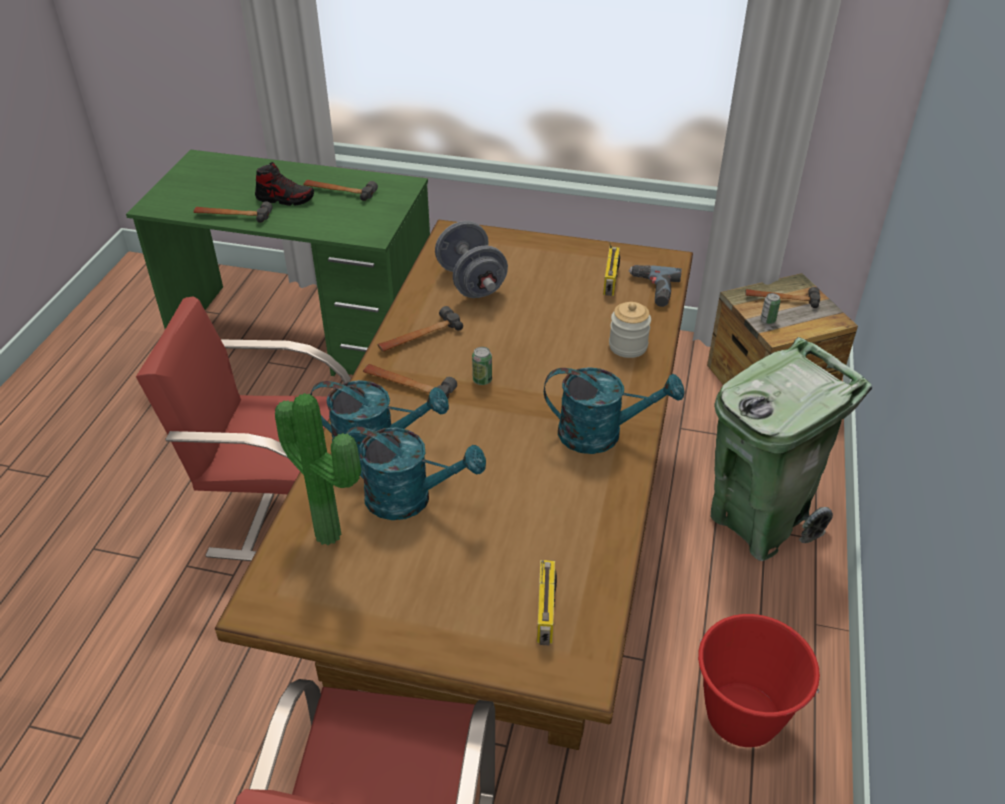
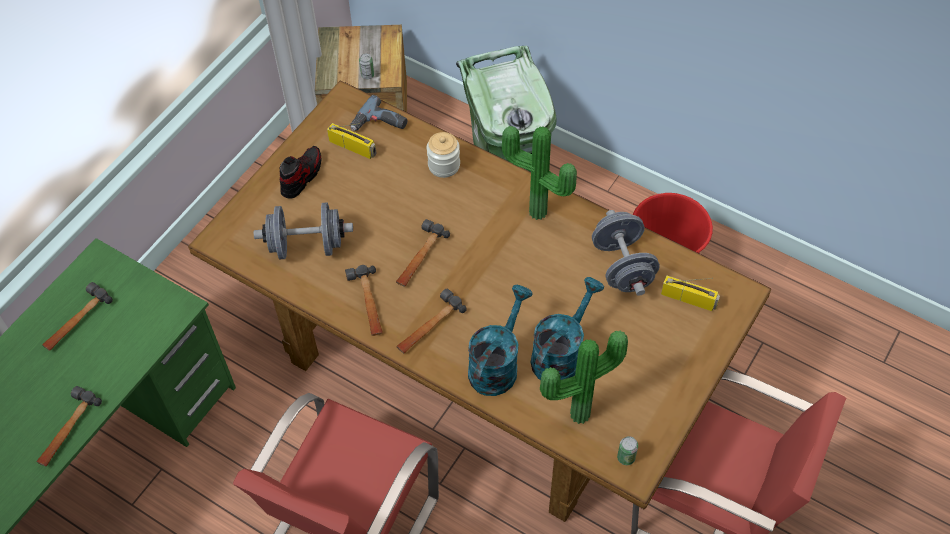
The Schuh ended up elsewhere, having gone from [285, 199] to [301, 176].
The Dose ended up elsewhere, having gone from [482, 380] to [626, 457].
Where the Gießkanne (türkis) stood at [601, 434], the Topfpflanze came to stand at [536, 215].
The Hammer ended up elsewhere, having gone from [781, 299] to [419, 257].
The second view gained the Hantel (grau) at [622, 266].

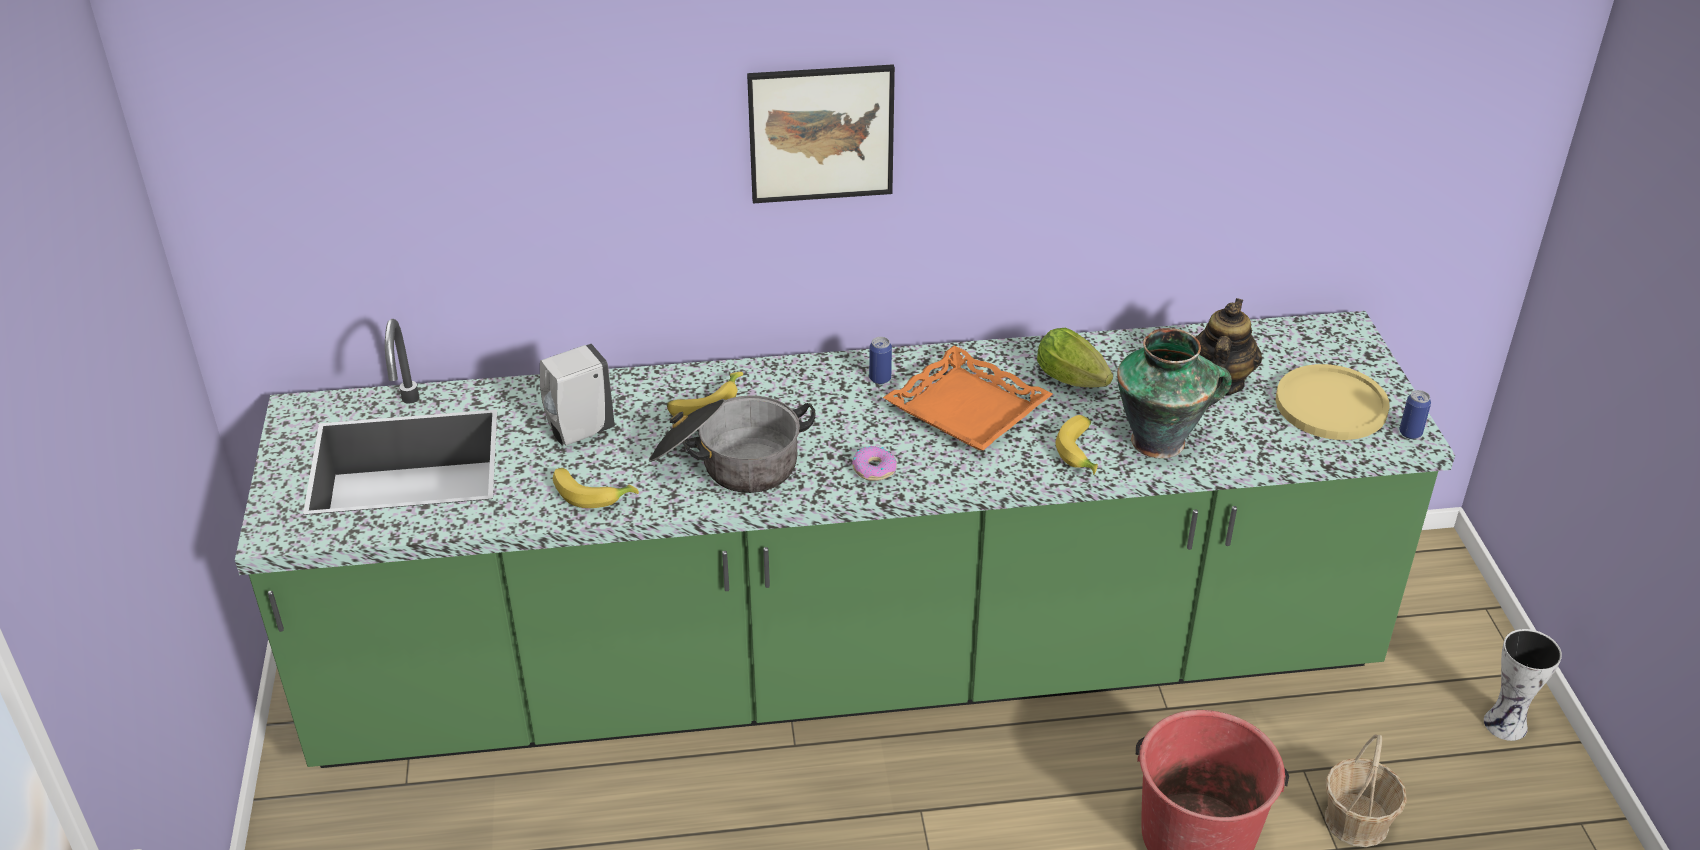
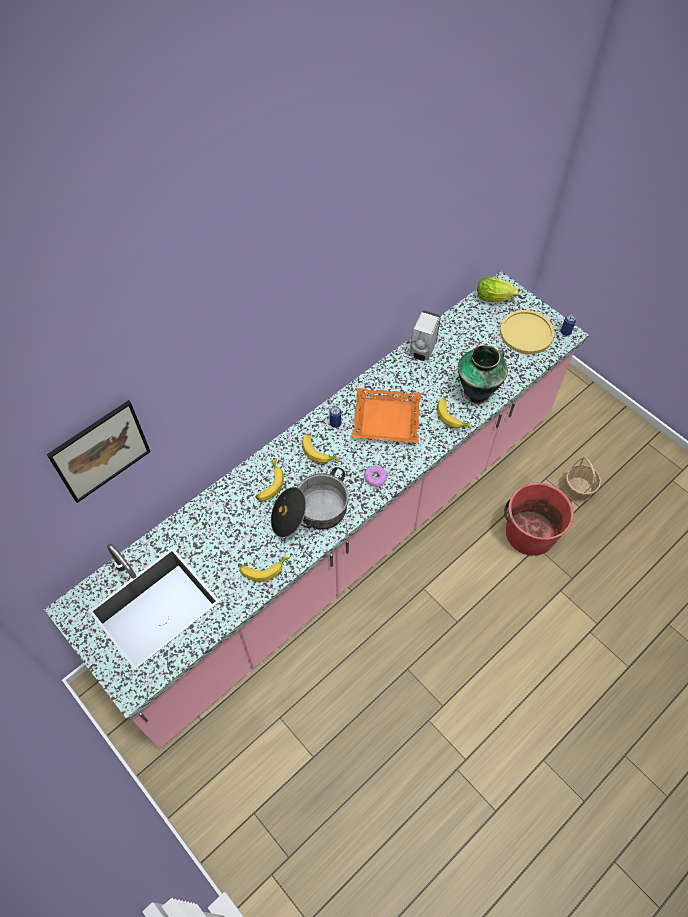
What was the Küchenzeile (grün) at [850, 667] turned into the Küchenzeile (rosa) at [344, 538].
The Seifenspender (weiß) ended up elsewhere, having gone from [578, 432] to [422, 351].
The Bild ended up elsewhere, having gone from [821, 133] to [100, 451].
The Salatkopf ended up elsewhere, having gone from [1075, 382] to [496, 298].
The second view lost the Teekanne at [1219, 382].
The second view lost the Vase at [1507, 725].
The second view gained the Banane at [319, 451].

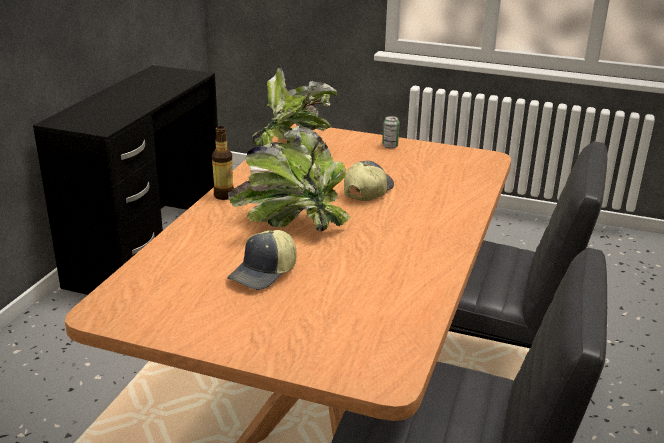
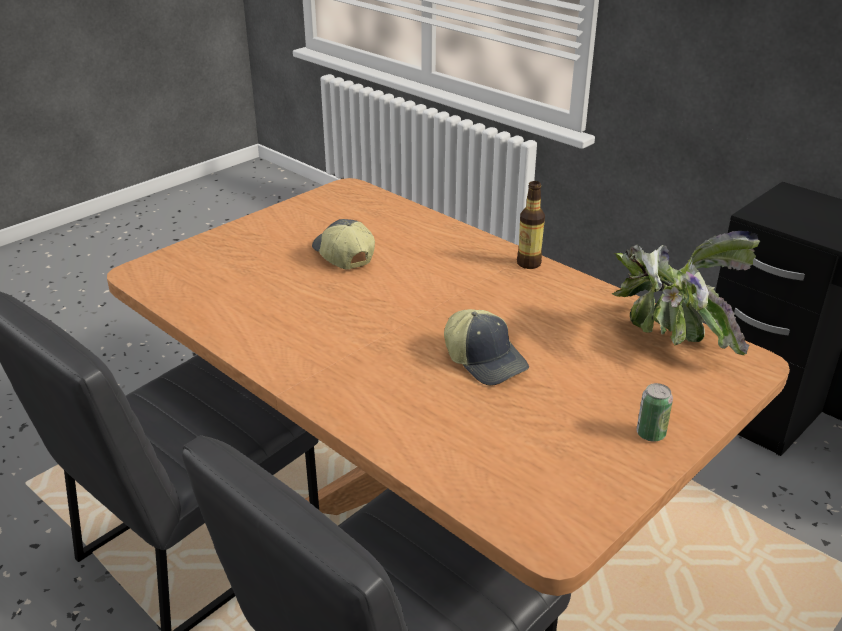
The second view lost the Topfpflanze at [291, 223].

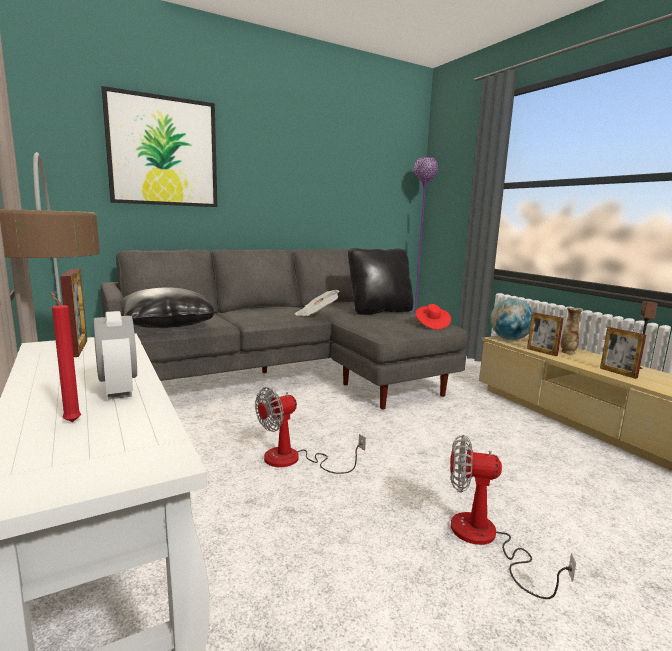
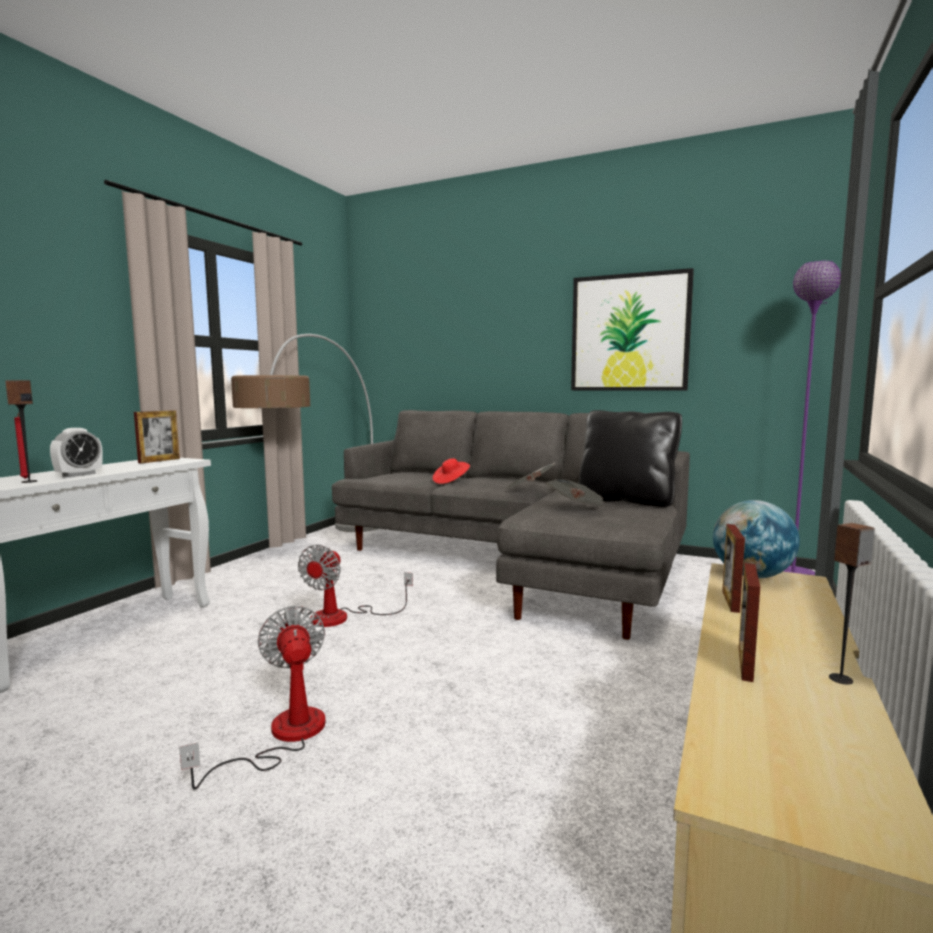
The Bild ended up elsewhere, having gone from [163, 152] to [629, 333].
The second view lost the Kissen (schwarz) at [167, 324].
The Ventilator at [294, 460] ended up facing another way, 90 degrees counterclockwise from before.
The Hut (rot) ended up elsewhere, having gone from [431, 325] to [451, 481].
The second view lost the Vase at [568, 352].
The second view gained the Lautsprecher at [29, 481].
The second view gained the Zeitung at [578, 509].

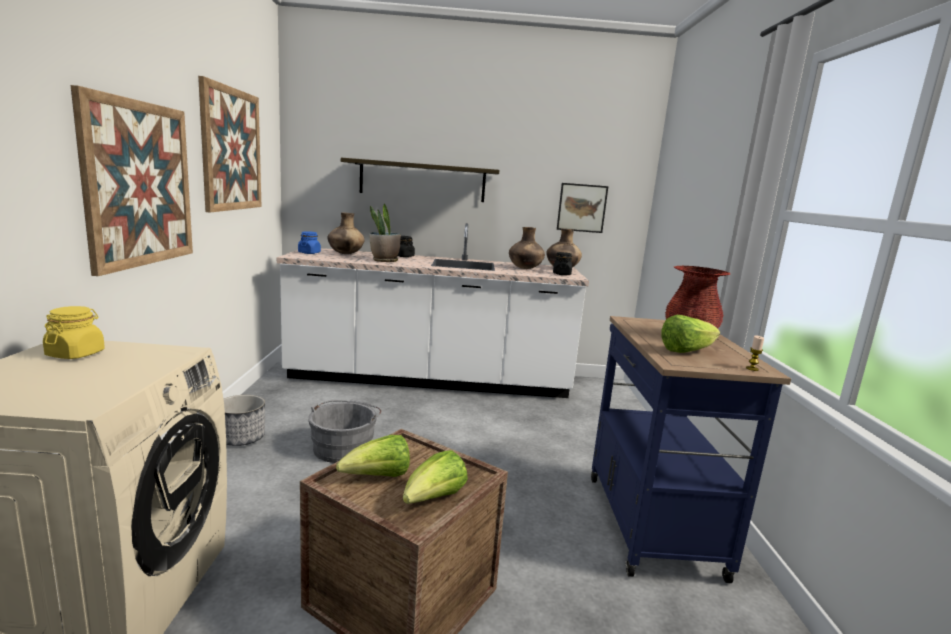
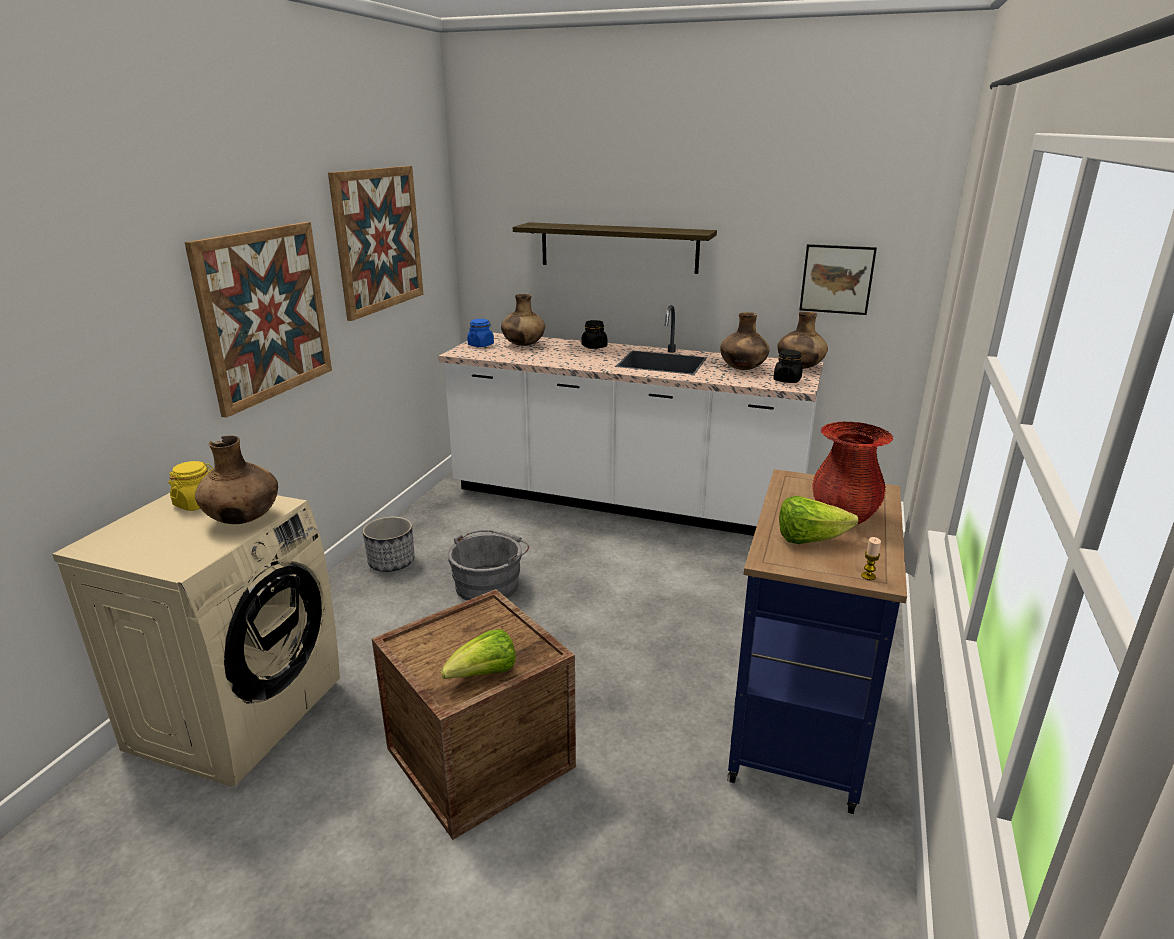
The second view lost the Salatkopf at [378, 477].
The second view lost the Topfpflanze at [384, 260].
The second view gained the Vase (braun) at [244, 519].

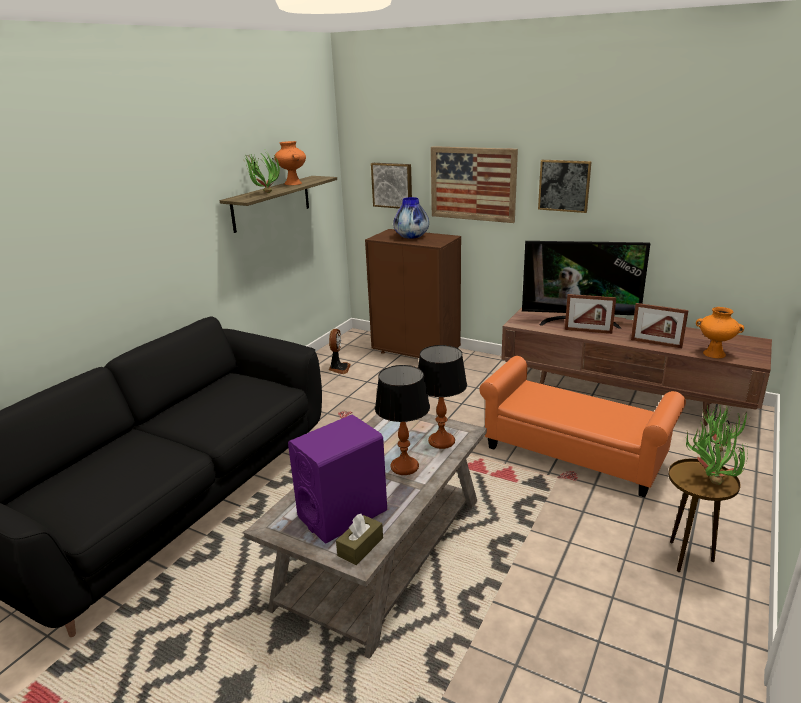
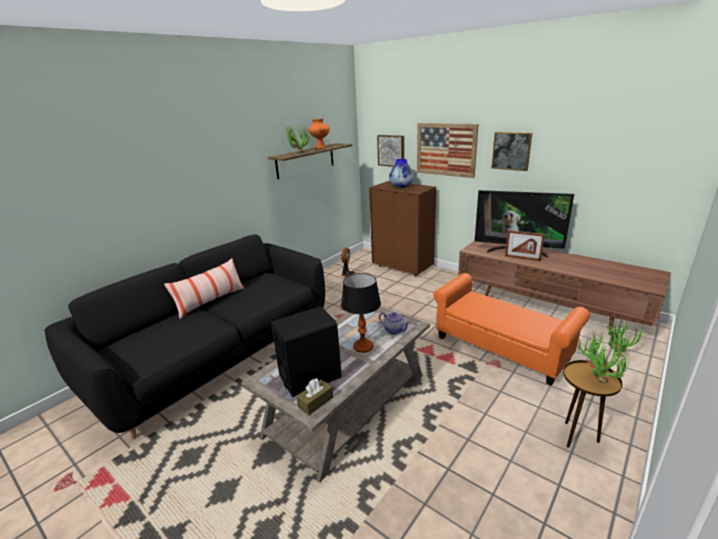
What was the Lautsprecher (lila) at [343, 514] turned into the Lautsprecher (schwarz) at [310, 376].
Where the Tischlampe stood at [442, 441], the Teekanne came to stand at [394, 330].
The second view lost the Bilderrahmen at [656, 343].
The second view lost the Vase (orange) at [714, 354].
The second view gained the Kissen at [211, 301].

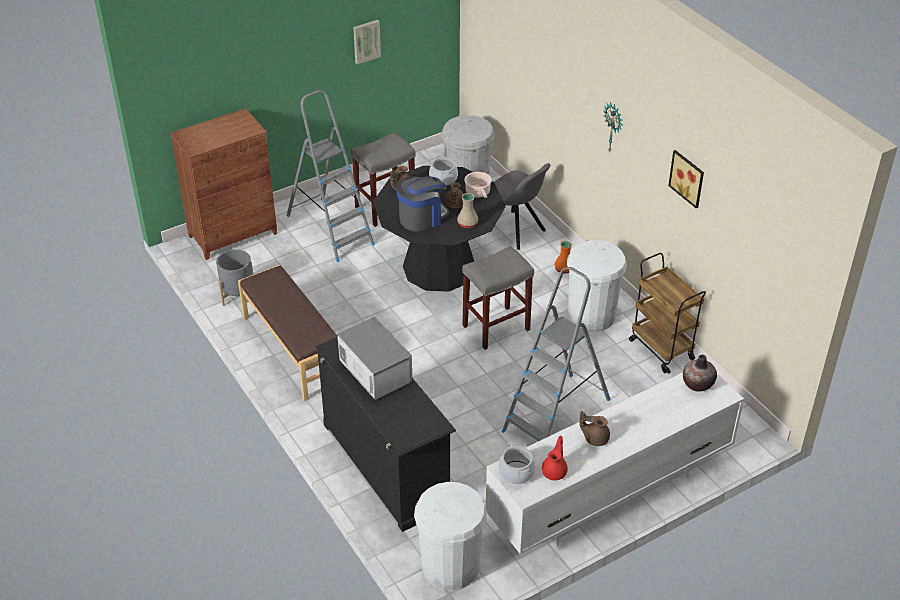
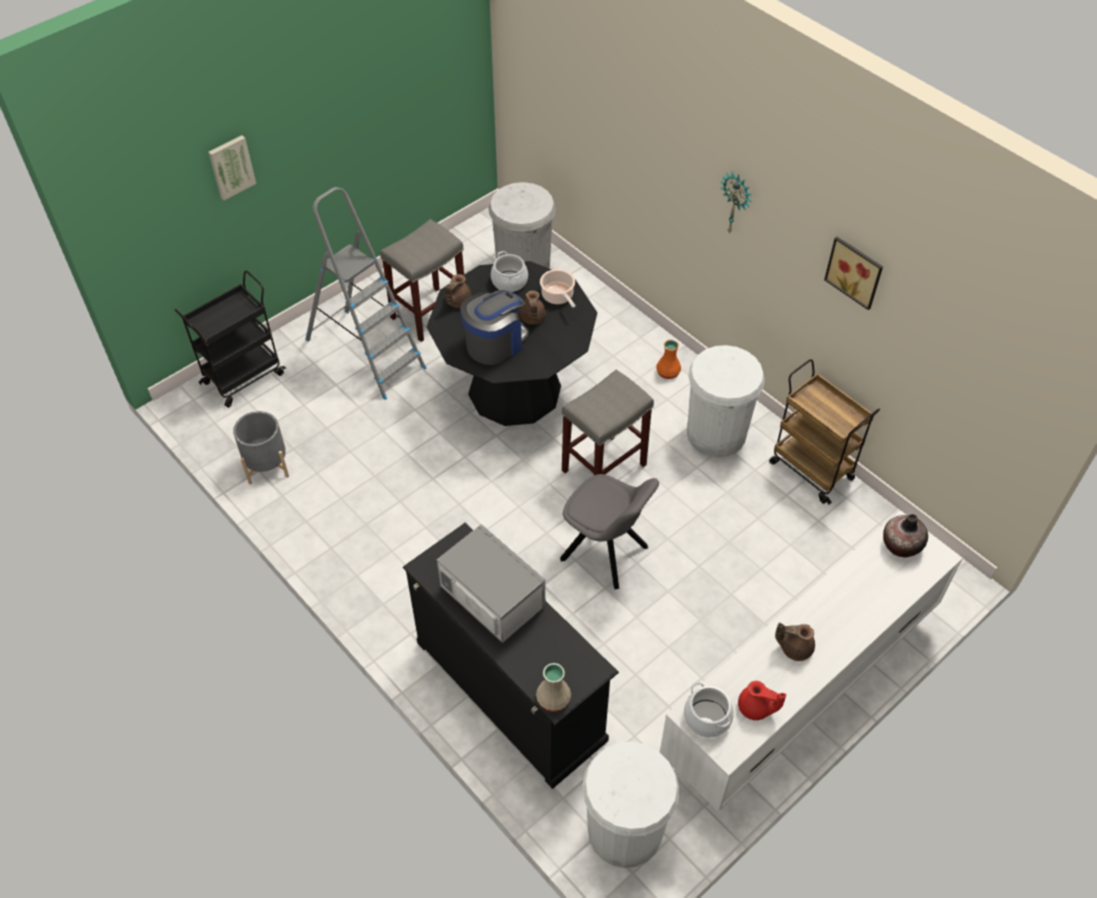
Where the Kommode (braun) stood at [234, 235], the Rollwagen (schwarz) came to stand at [244, 378].
The second view lost the Bank (braun) at [293, 349].
The Bild ended up elsewhere, having gone from [366, 41] to [231, 166].
The Vase (beige) ended up elsewhere, having gone from [468, 224] to [554, 699].
The Stuhl (grau) ended up elsewhere, having gone from [515, 230] to [605, 553].
The second view lost the Trittleiter (grau) at [556, 415].
The Teekanne (rot) at [555, 471] ended up facing another way, 105 degrees clockwise from before.

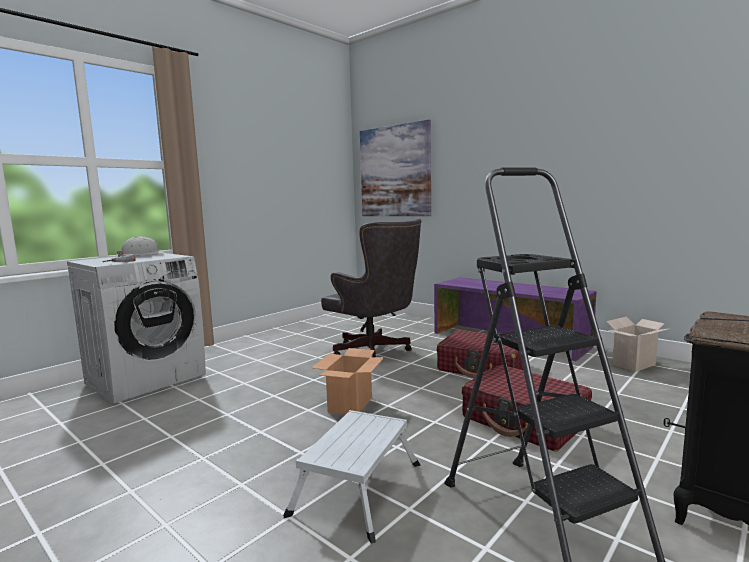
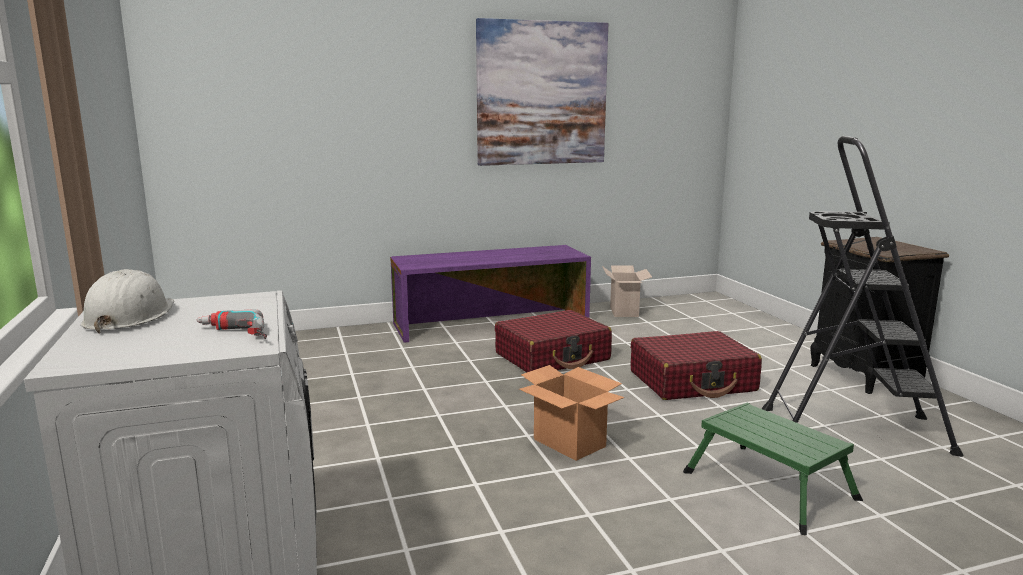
What was the Trittleiter (weiß) at [357, 489] turned into the Trittleiter (grün) at [770, 486].
The second view lost the Bürostuhl (grau) at [375, 352].
The Bild ended up elsewhere, having gone from [395, 171] to [542, 93].

